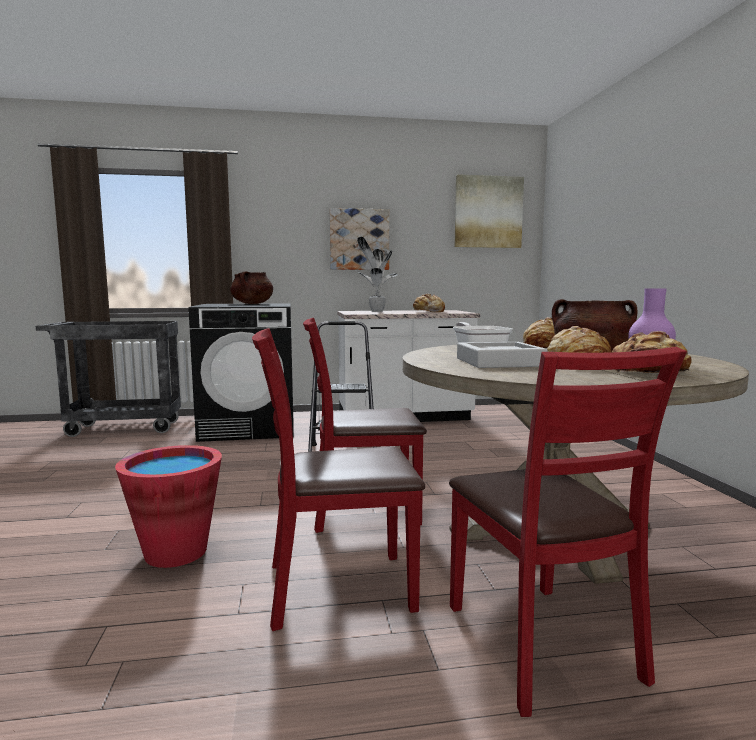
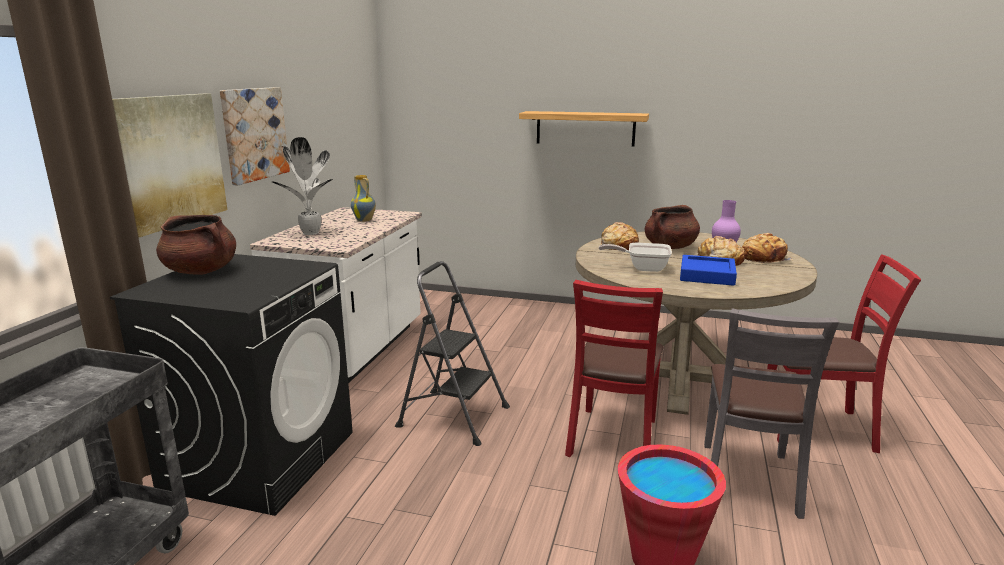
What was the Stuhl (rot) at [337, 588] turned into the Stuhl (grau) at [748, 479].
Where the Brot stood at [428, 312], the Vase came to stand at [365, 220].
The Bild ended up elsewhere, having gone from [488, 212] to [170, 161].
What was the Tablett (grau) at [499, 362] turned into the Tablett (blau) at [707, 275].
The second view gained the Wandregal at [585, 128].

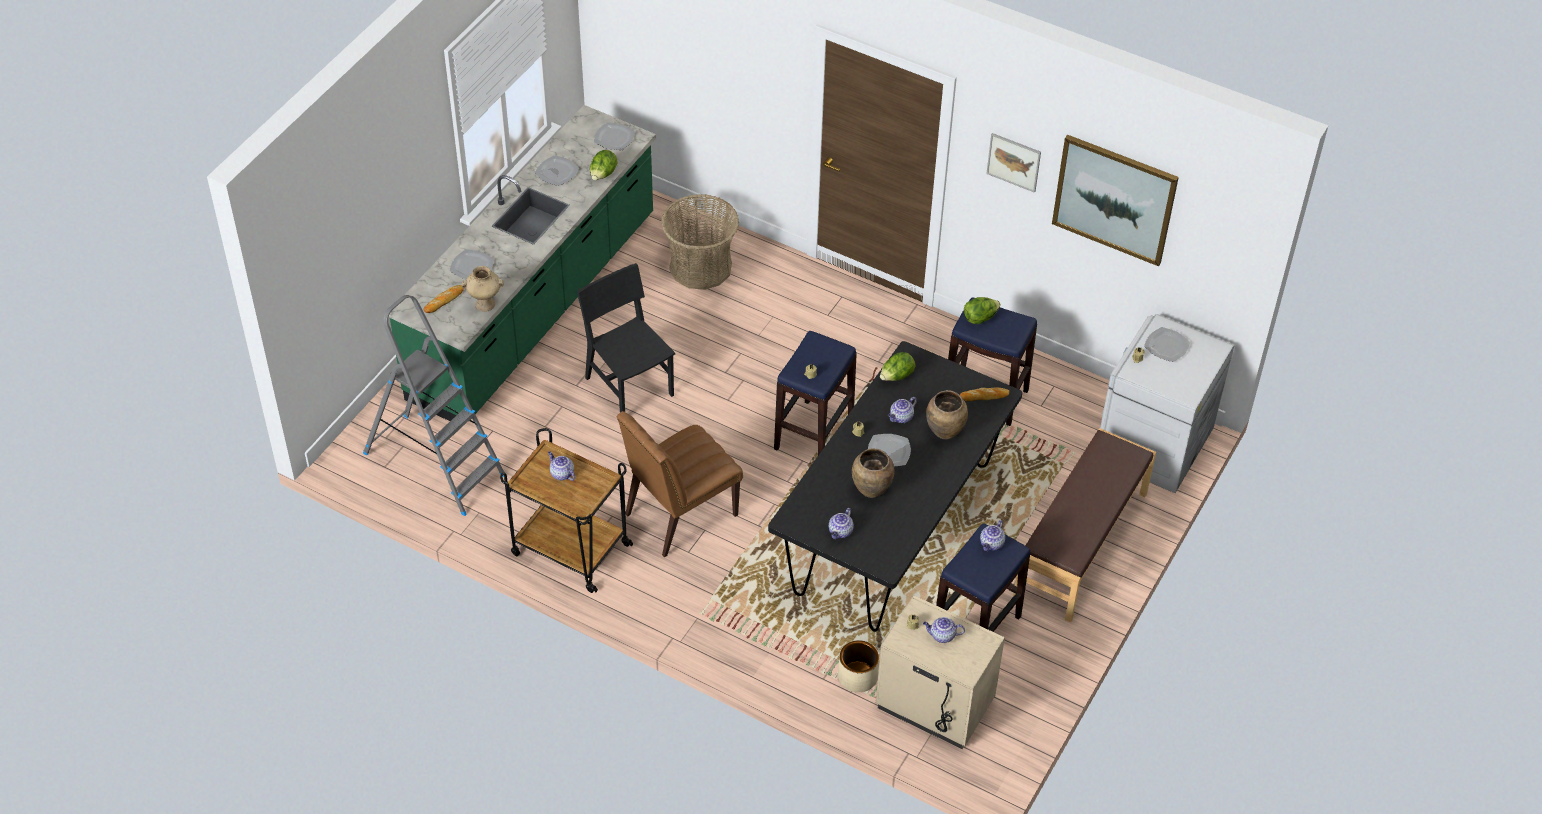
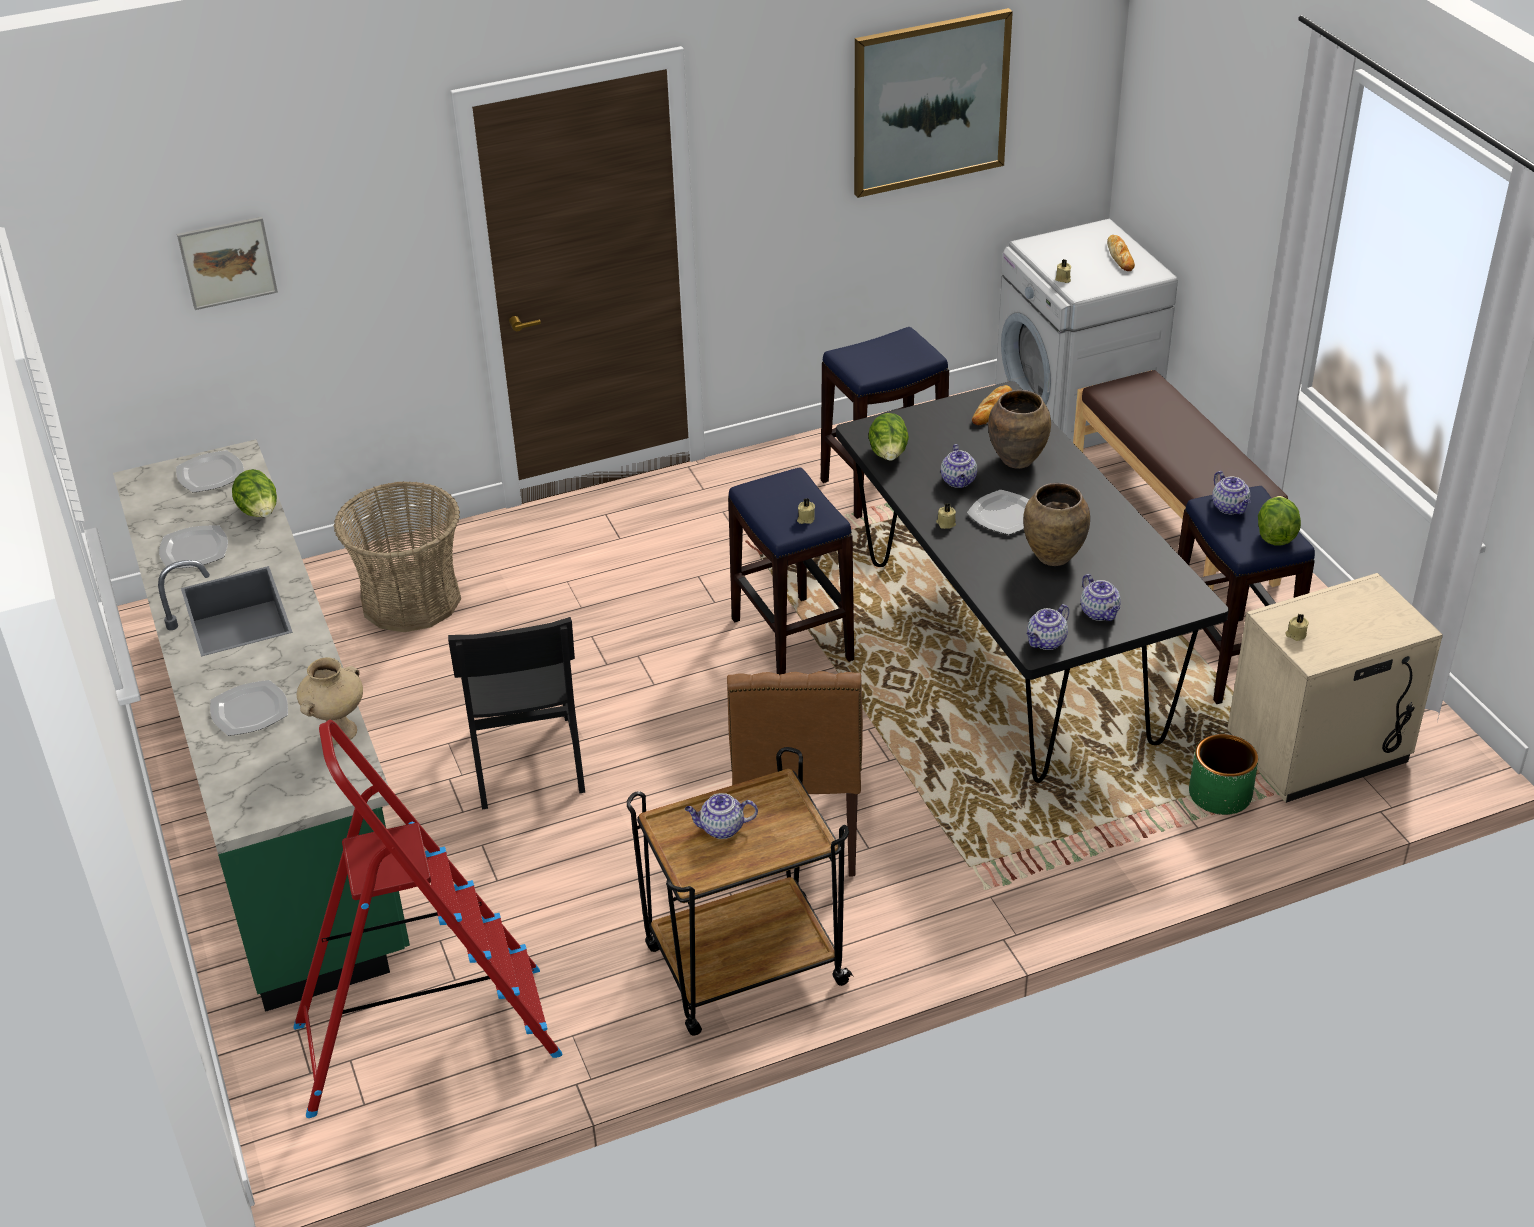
What was the Trittleiter (grau) at [435, 464] turned into the Trittleiter (rot) at [428, 1040].
The Brot ended up elsewhere, having gone from [444, 301] to [1120, 256].
The Stuhl (schwarz) at [629, 386] ended up facing another way, 105 degrees counterclockwise from before.
What was the Pflanzkübel (beige) at [857, 677] turned into the Pflanzkübel (grün) at [1220, 795].
The Teekanne ended up elsewhere, having gone from [942, 636] to [1046, 642].
The Salatkopf ended up elsewhere, having gone from [980, 318] to [1275, 535].
The Bild ended up elsewhere, having gone from [1014, 162] to [227, 262].
The second view lost the Teller at [1166, 346].

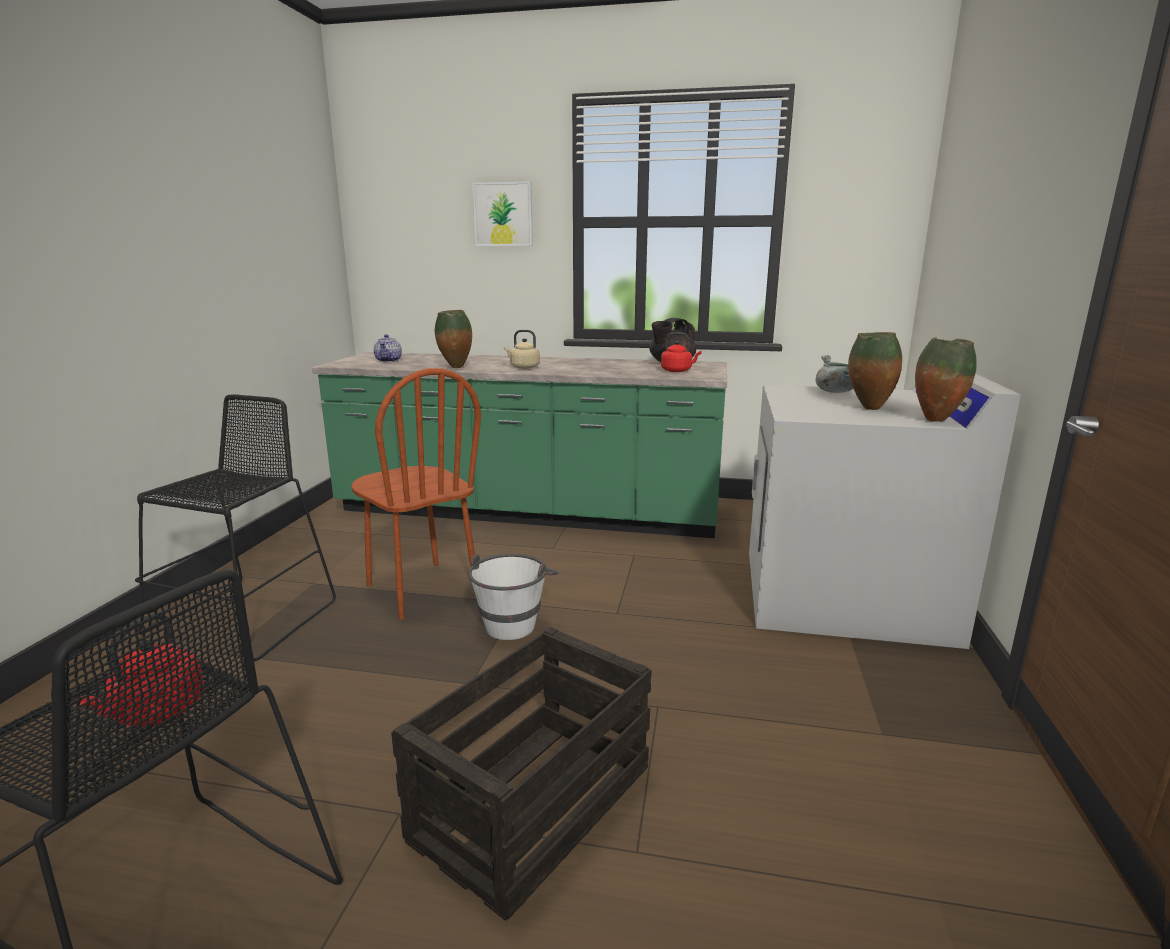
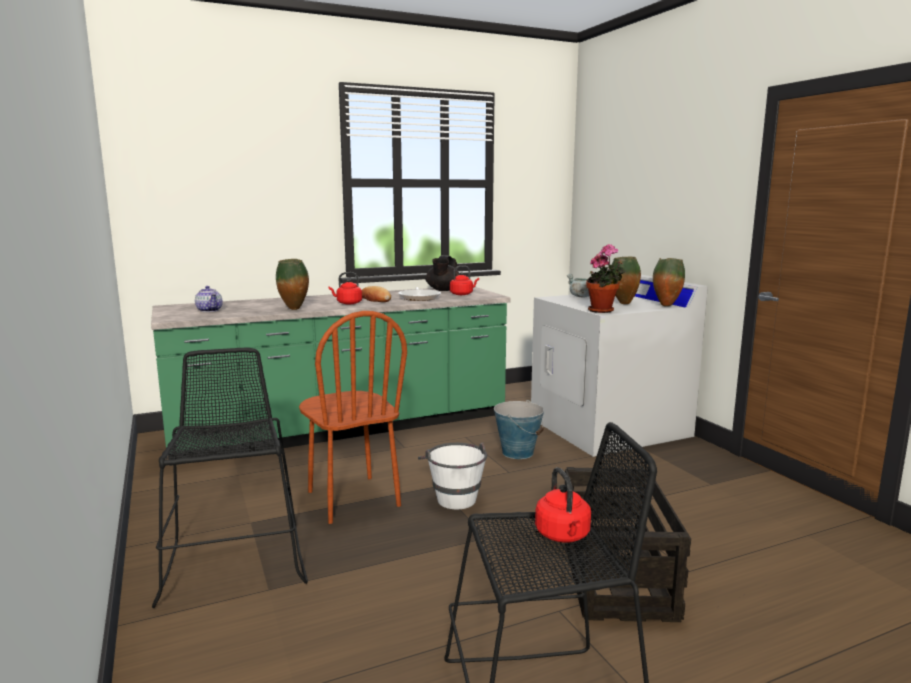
The Stuhl (braun) at [421, 589] ended up facing another way, 45 degrees clockwise from before.
The second view lost the Bild at [503, 214].
What was the Wasserkessel (beige) at [523, 367] turned into the Wasserkessel (rot) at [347, 303].
The second view gained the Brot at [375, 299].
The second view gained the Pfanne at [419, 297].
The second view gained the Eimer at [518, 452].
The second view gained the Topfpflanze at [603, 311].

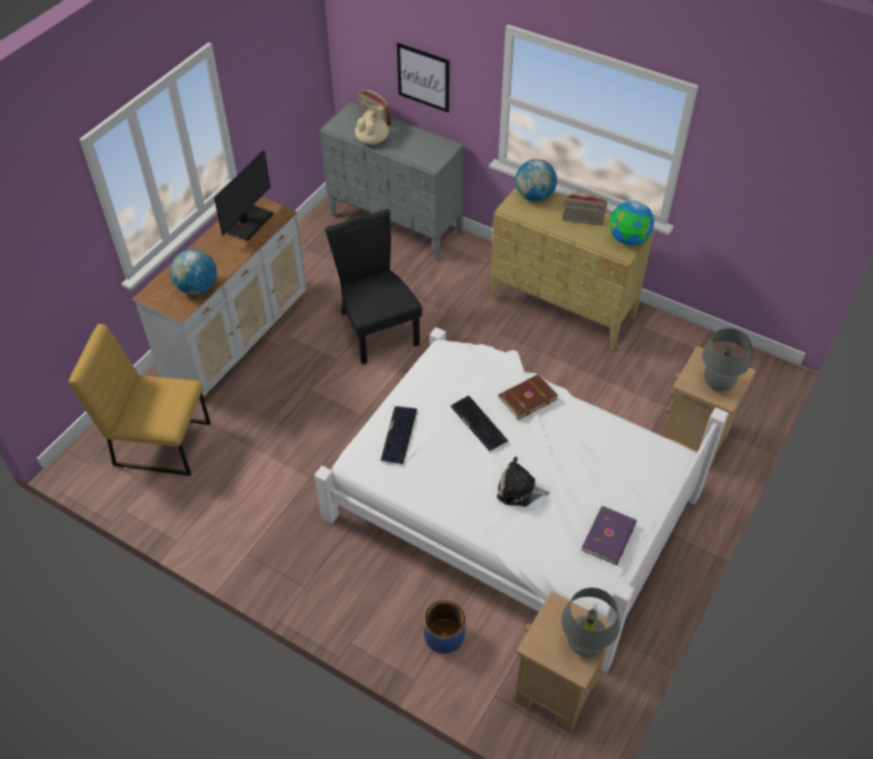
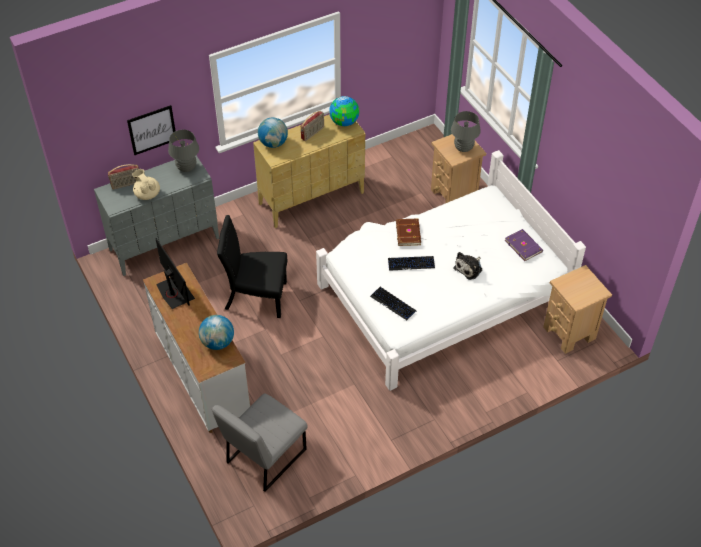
What was the Stuhl (gelb) at [159, 442] turned into the Stuhl (grau) at [264, 457].
The second view lost the Pflanzkübel (blau) at [444, 635].
The Tischlampe (grau) ended up elsewhere, having gone from [585, 644] to [186, 167].

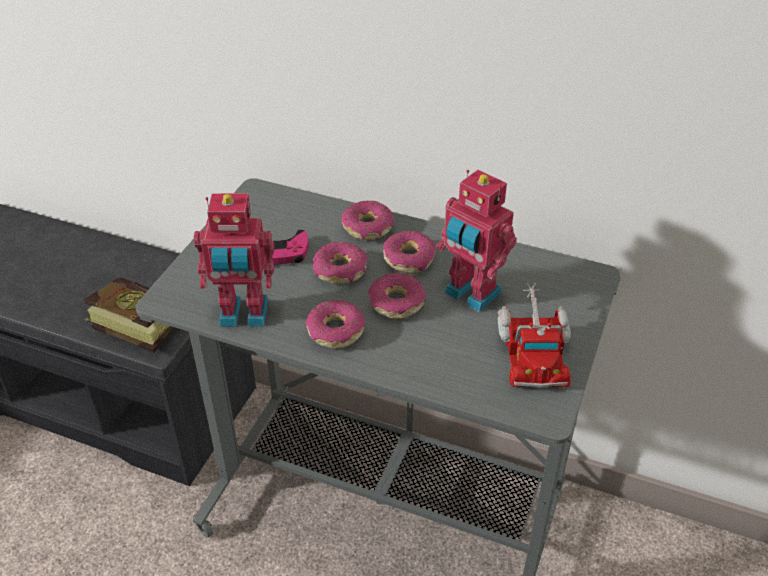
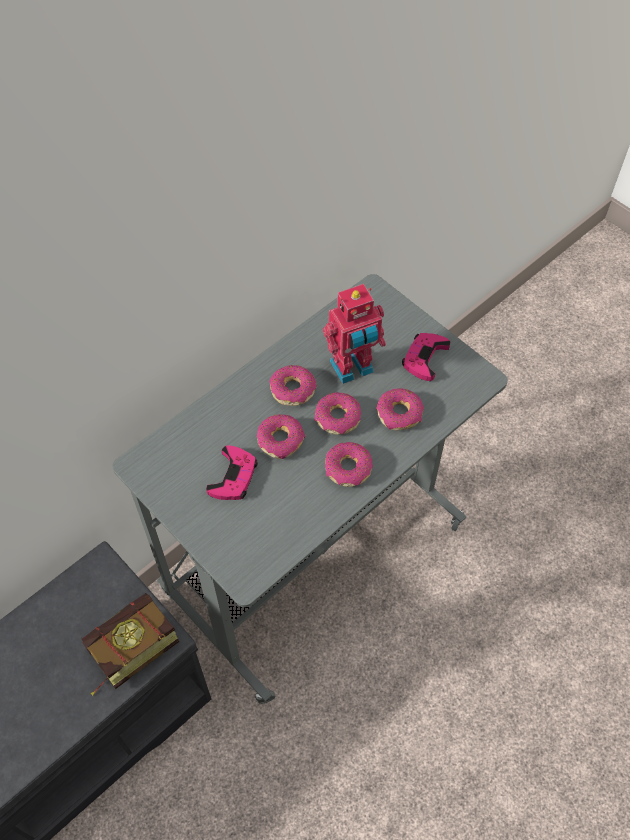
The second view lost the Spielzeugroboter at [243, 315].
The Donut ended up elsewhere, having gone from [367, 228] to [399, 414].
Where the Spielzeuglaster stood at [533, 348], the Gamepad (rosa) came to stand at [424, 358].

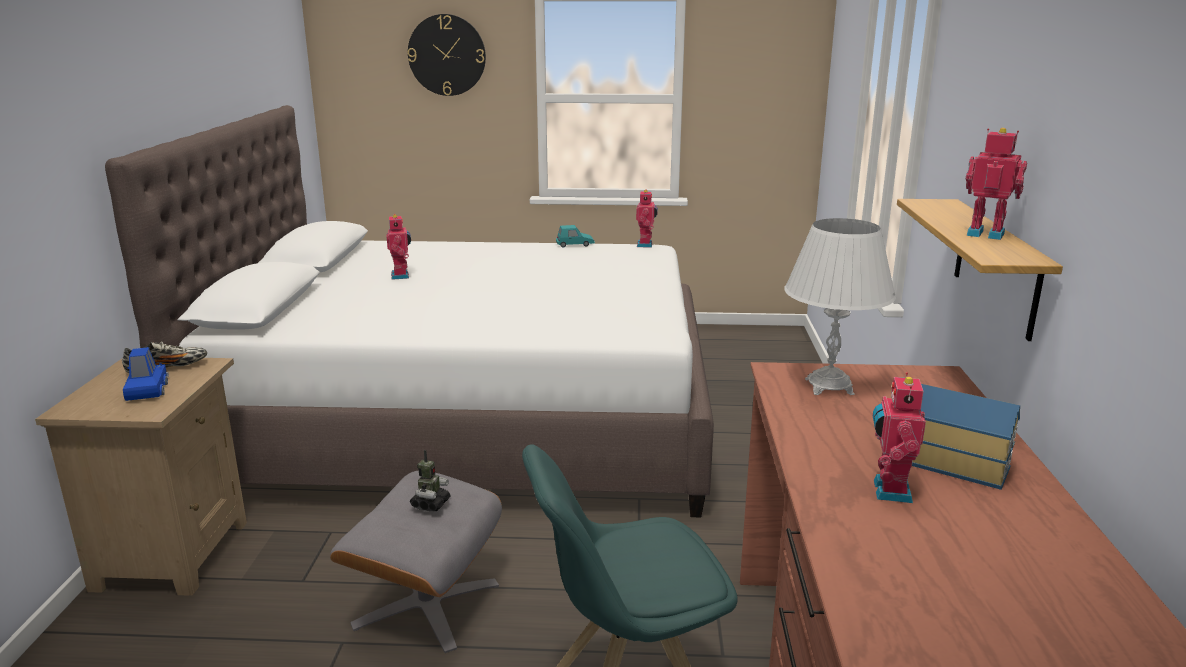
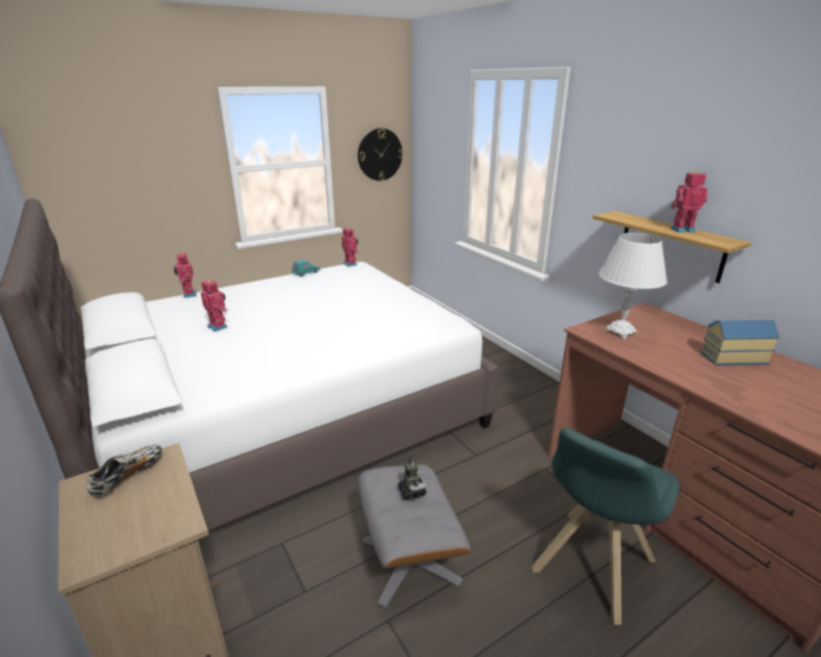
The second view lost the Spielzeugauto (blau) at [147, 391].
The Wanduhr ended up elsewhere, having gone from [447, 55] to [380, 154].
The Spielzeugroboter ended up elsewhere, having gone from [889, 491] to [188, 294].

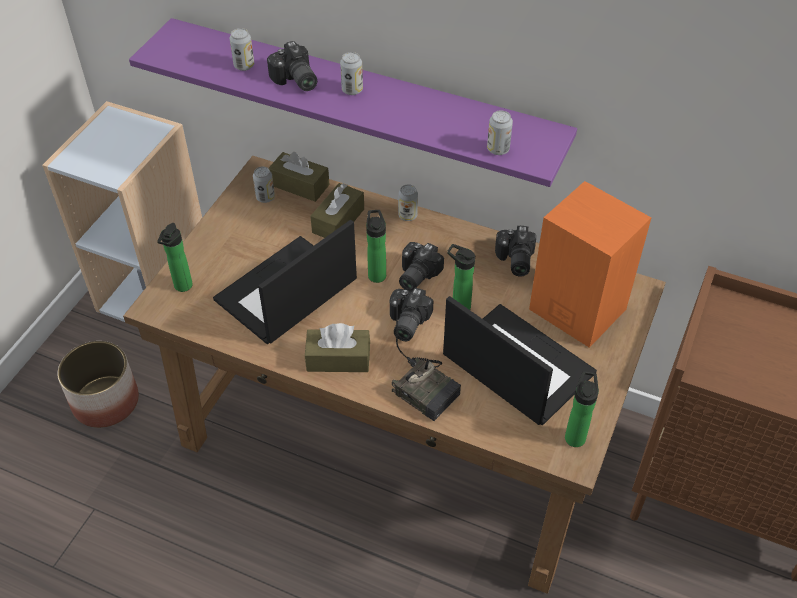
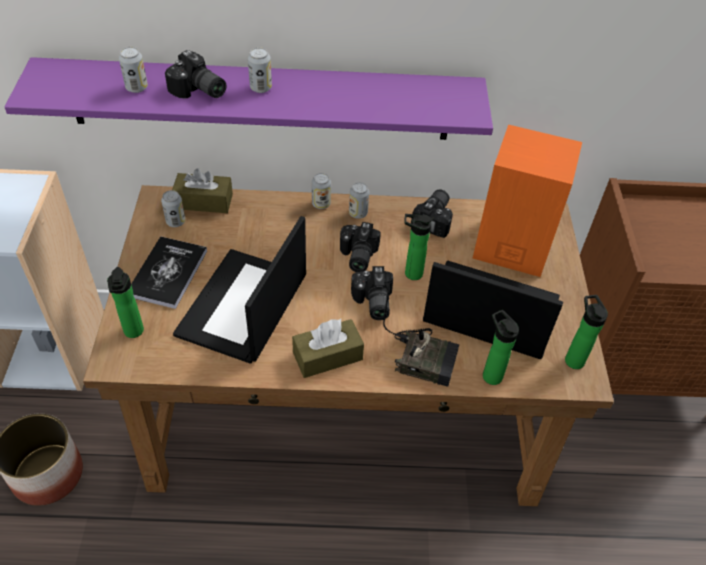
The second view lost the Taschentuchbox (braun) at [338, 221].
The Flasche ended up elsewhere, having gone from [376, 274] to [490, 374].
The Dose ended up elsewhere, having gone from [498, 149] to [358, 213].
The Kamera at [514, 260] ended up facing another way, 135 degrees counterclockwise from before.
The second view gained the Buch at [168, 273].

